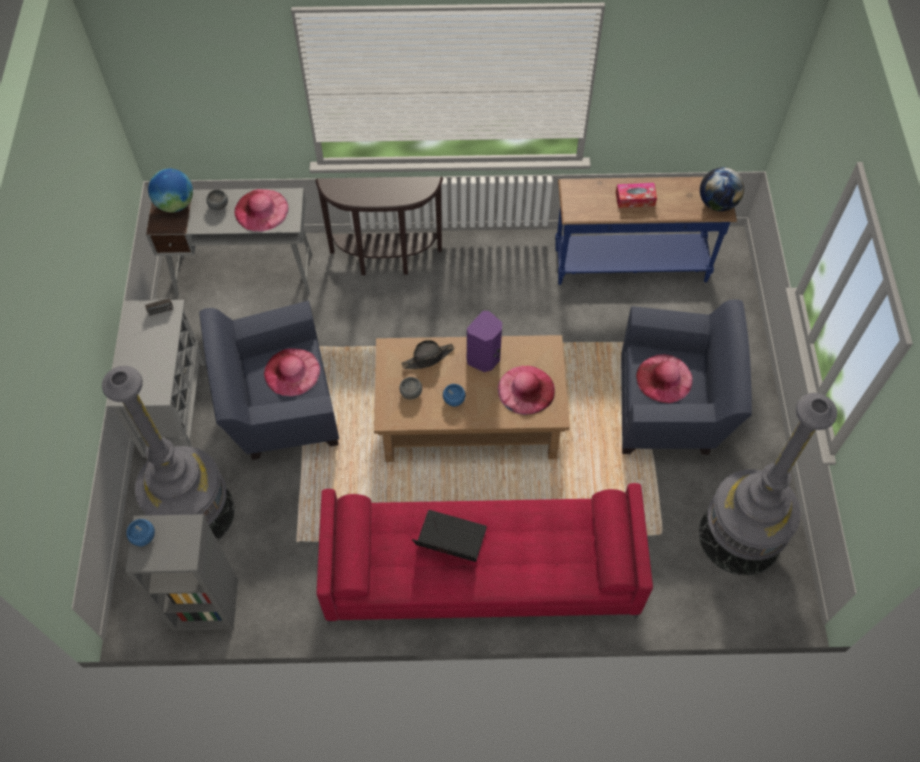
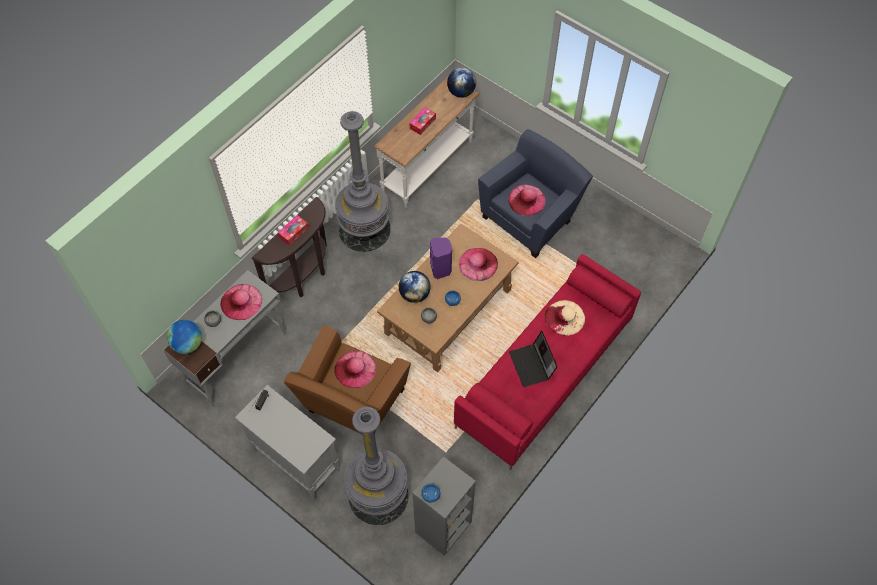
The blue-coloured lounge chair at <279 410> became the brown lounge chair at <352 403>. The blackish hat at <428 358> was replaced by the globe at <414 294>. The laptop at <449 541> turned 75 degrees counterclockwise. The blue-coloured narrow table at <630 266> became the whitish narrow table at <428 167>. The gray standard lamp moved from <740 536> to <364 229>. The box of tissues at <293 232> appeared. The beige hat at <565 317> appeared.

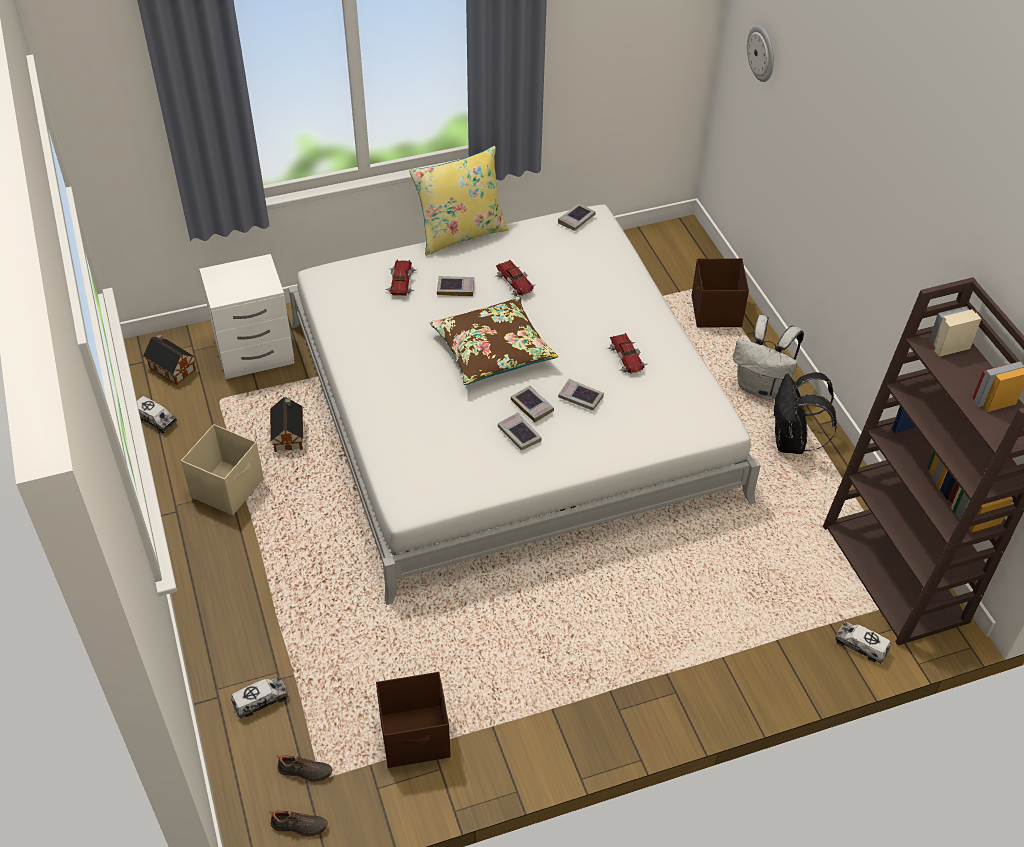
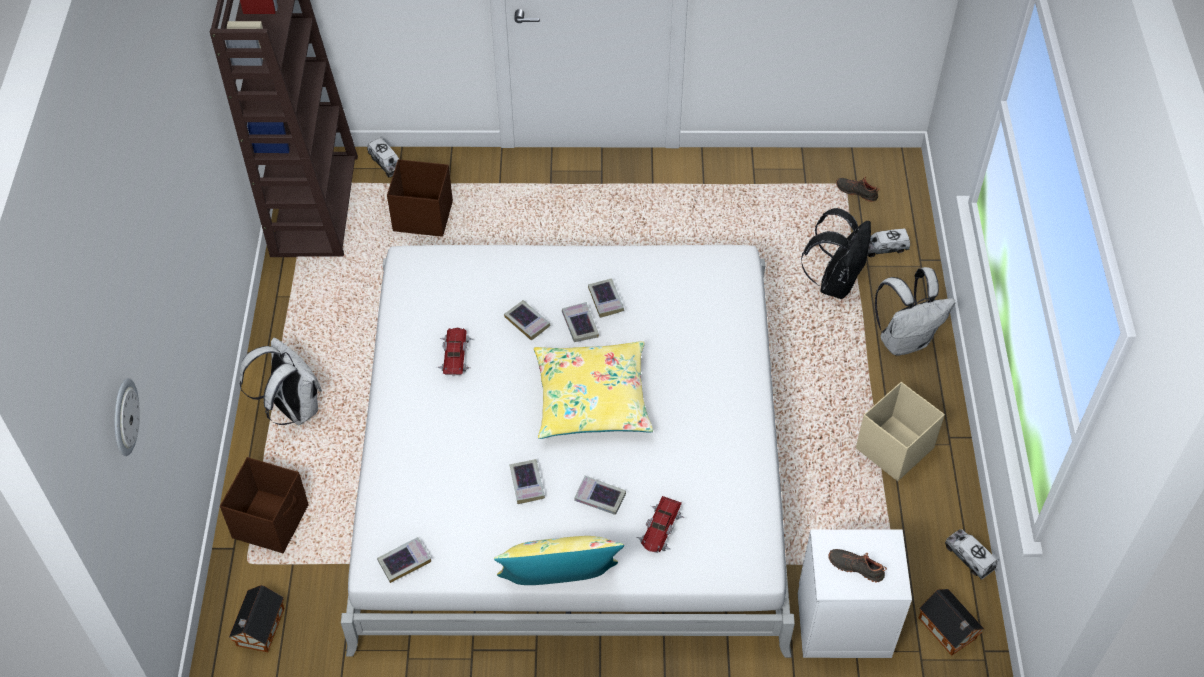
The blackish low shoe moved from <299 827> to <856 566>. The miniature house moved from <289 434> to <259 629>. The brown storage bin moved from <416 737> to <422 216>. The brown pillow at <492 350> became the yellow pillow at <592 399>. The model car at <515 282> was replaced by the volume at <527 483>. The blackish knapsack moved from <792 442> to <835 282>. The whitish knapsack at <905 340> appeared.

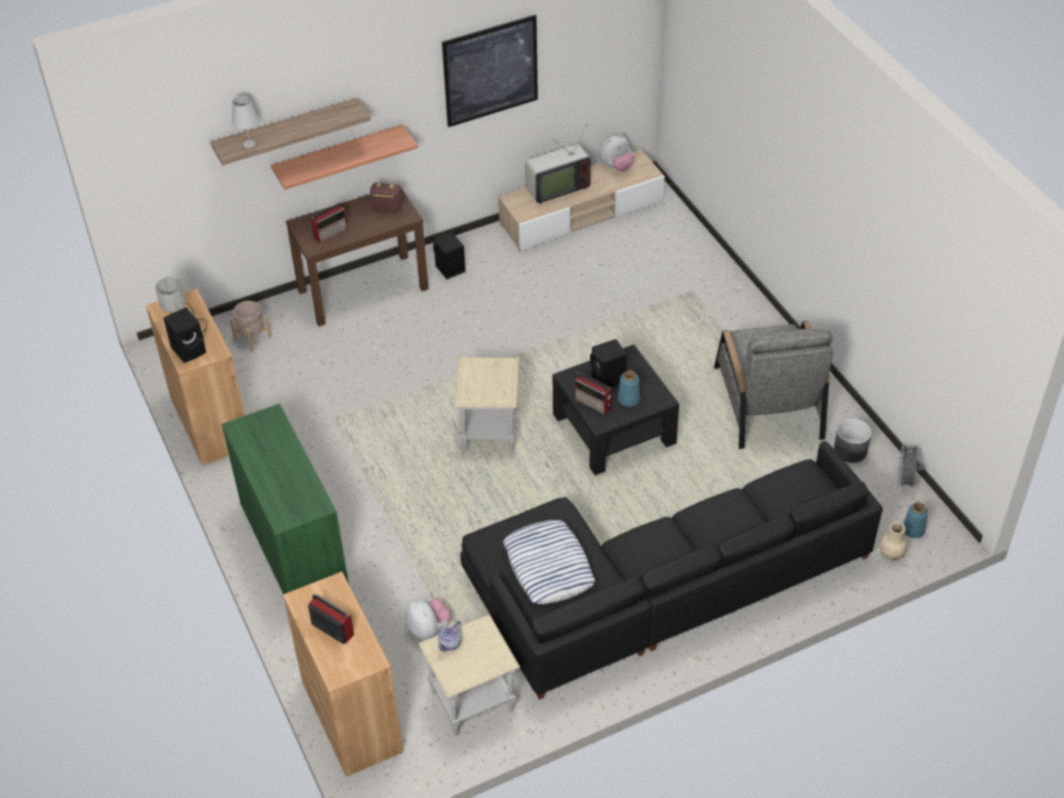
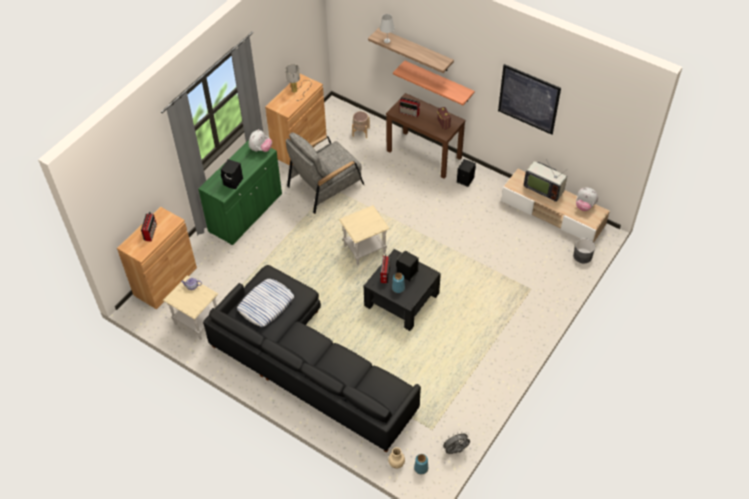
The blackish loudspeaker moved from <190 349> to <233 182>. The cuddly toy moved from <428 628> to <260 149>. The gray lounge chair moved from <767 402> to <325 185>. The gray planter moved from <850 450> to <582 256>.

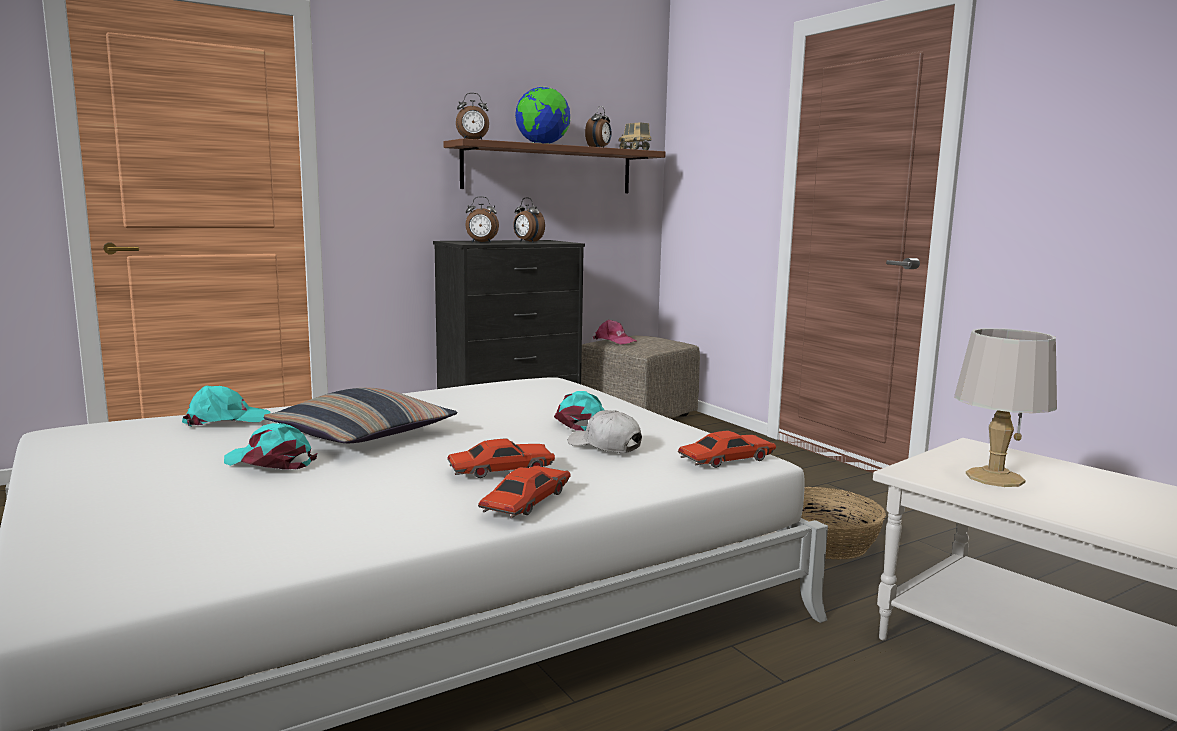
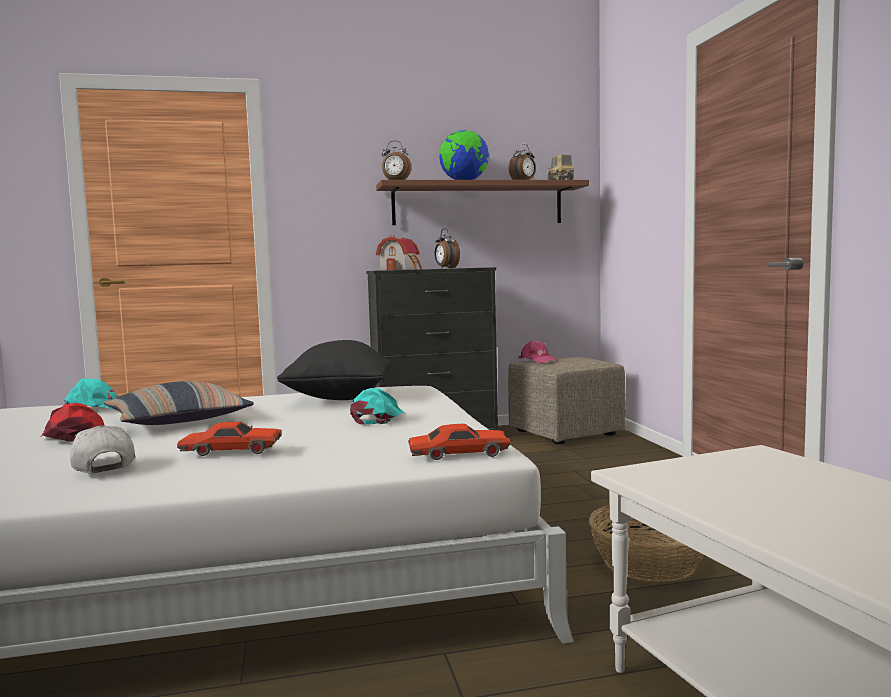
The turquoise cap at <270 462> became the red cap at <73 436>. The bedside clock at <481 242> was replaced by the miniature house at <401 269>. The red model car at <526 502> disappeared. The whitish cap moved from <605 446> to <102 465>. The gray table lamp at <994 477> disappeared. The blackish pillow at <338 398> appeared.

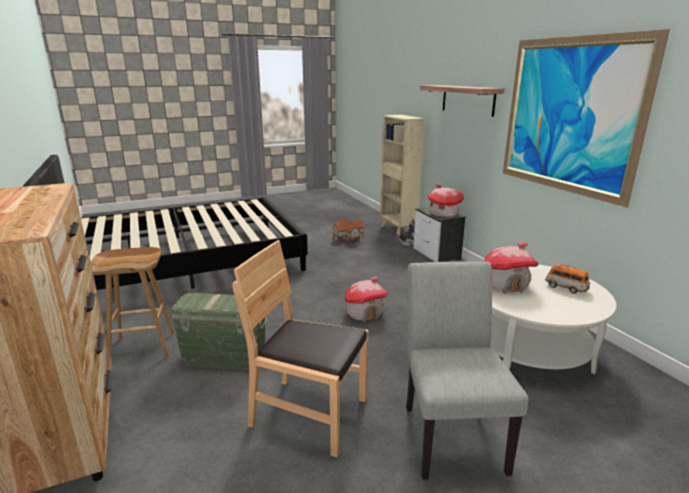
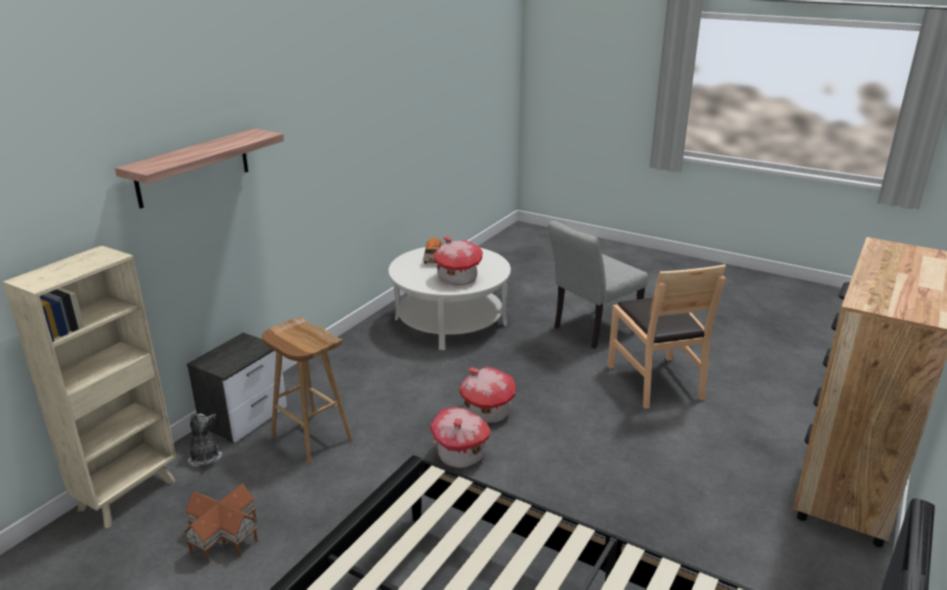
The brown sitting stool moved from <144 347> to <310 438>. The green-coloured storage bin at <224 358> disappeared. The miniature house moved from <443 214> to <461 454>. The wall picture at <569 116> disappeared.

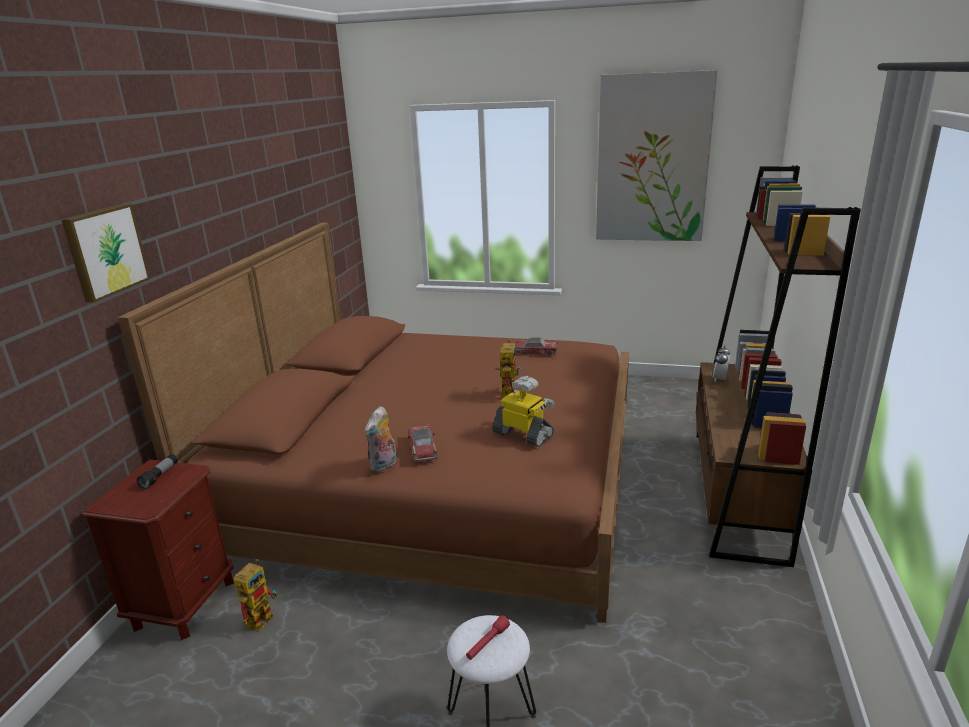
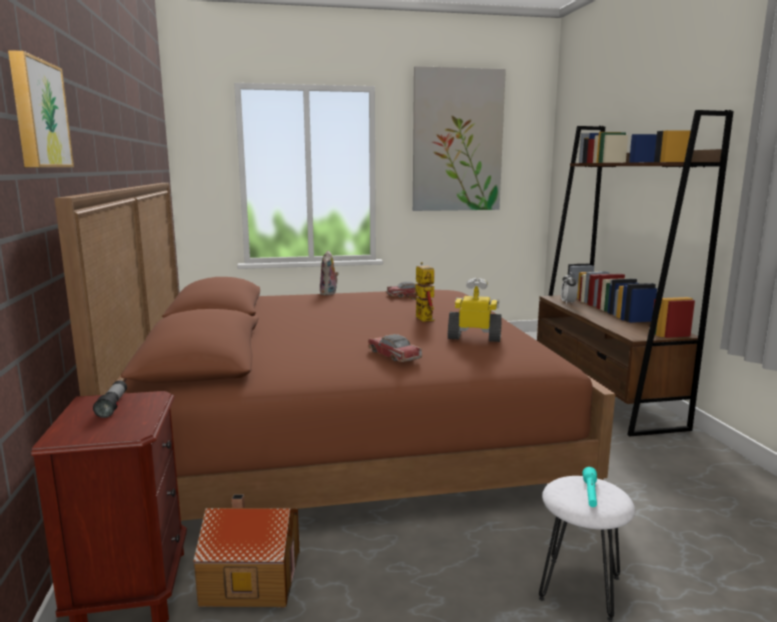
The toy robot at <262 616> was replaced by the miniature house at <250 575>. The cuddly toy moved from <384 465> to <329 294>. The red hand torch at <487 643> became the turquoise hand torch at <590 494>.

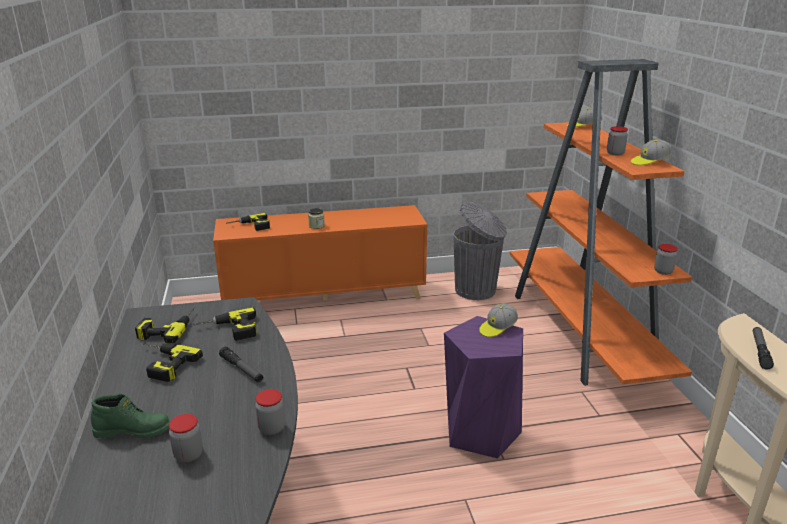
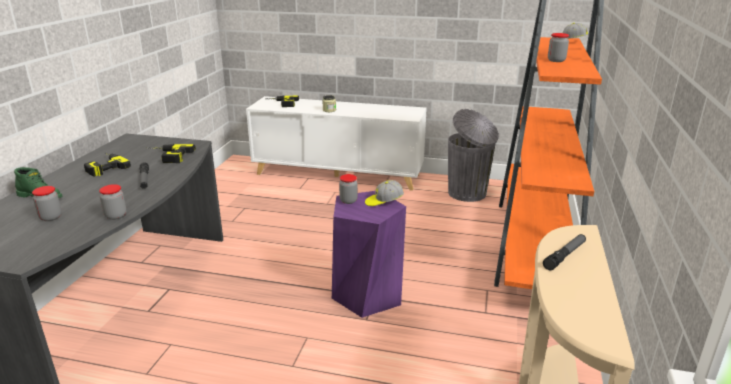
The electric drill at <167 327> disappeared. The orange cabinet at <325 296> became the whitish cabinet at <338 174>. The cap at <649 162> disappeared. The preserve jar moved from <663 271> to <348 201>.

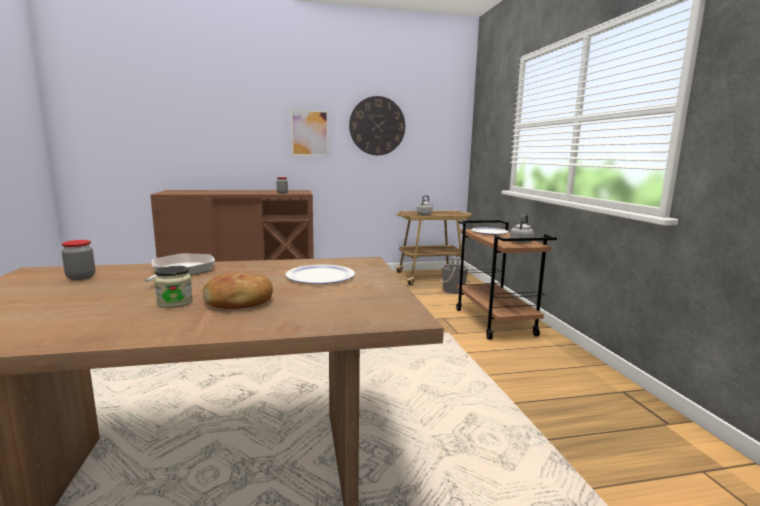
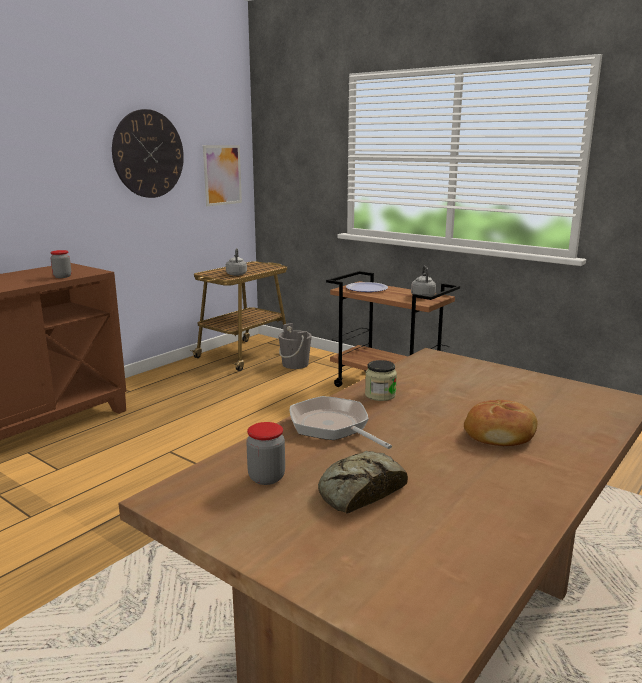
The preserve jar moved from <175 302> to <380 395>. The dinner plate at <320 276> disappeared. The wall picture moved from <309 133> to <222 175>. The bread at <359 491> appeared.

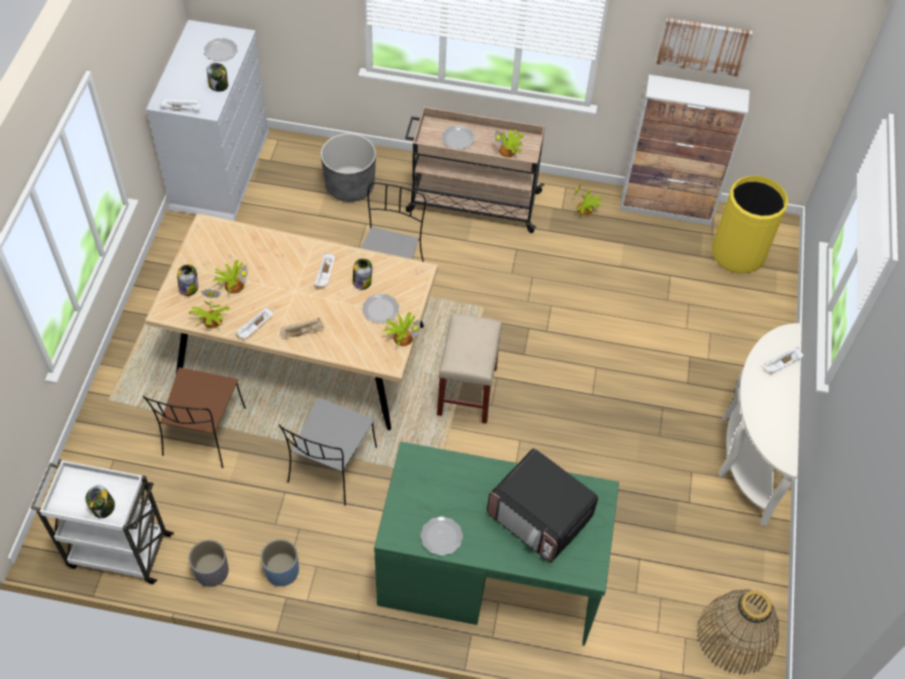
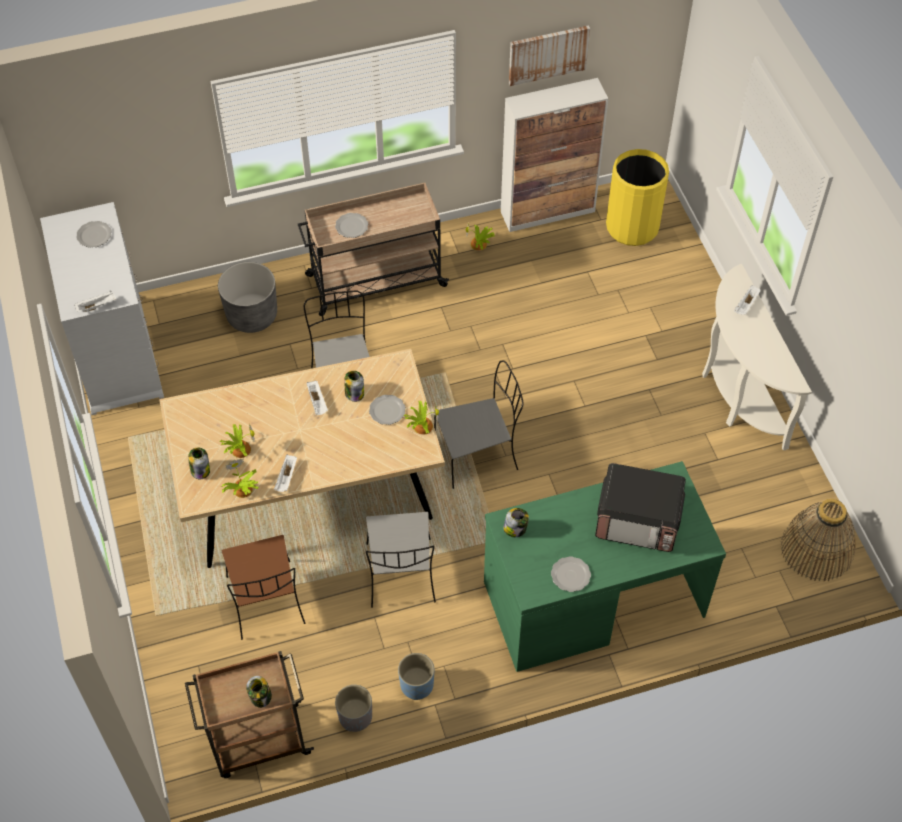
The whitish trolley at <118 550> became the brown trolley at <258 741>. The preserve jar moved from <219 85> to <515 528>. The beige tray at <303 332> disappeared. The beige sitting stool at <467 392> was replaced by the gray plain chair at <478 454>. The houseplant at <508 151> disappeared.

